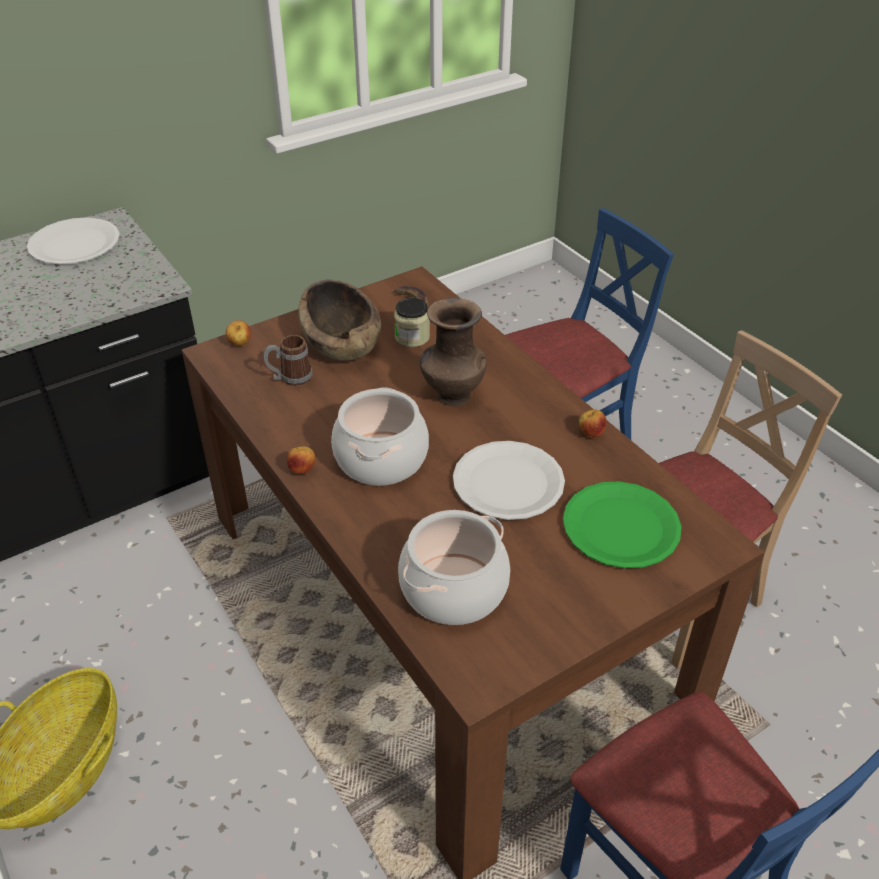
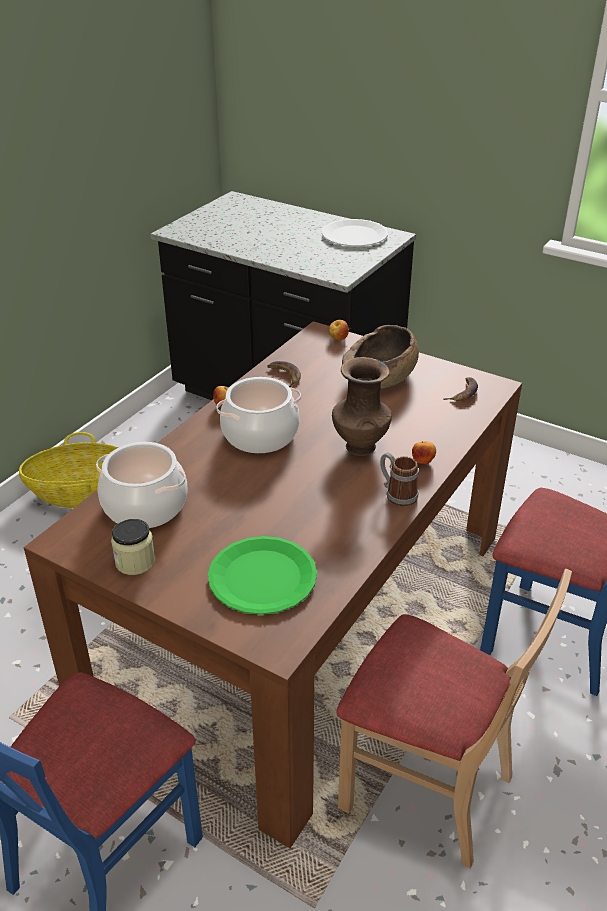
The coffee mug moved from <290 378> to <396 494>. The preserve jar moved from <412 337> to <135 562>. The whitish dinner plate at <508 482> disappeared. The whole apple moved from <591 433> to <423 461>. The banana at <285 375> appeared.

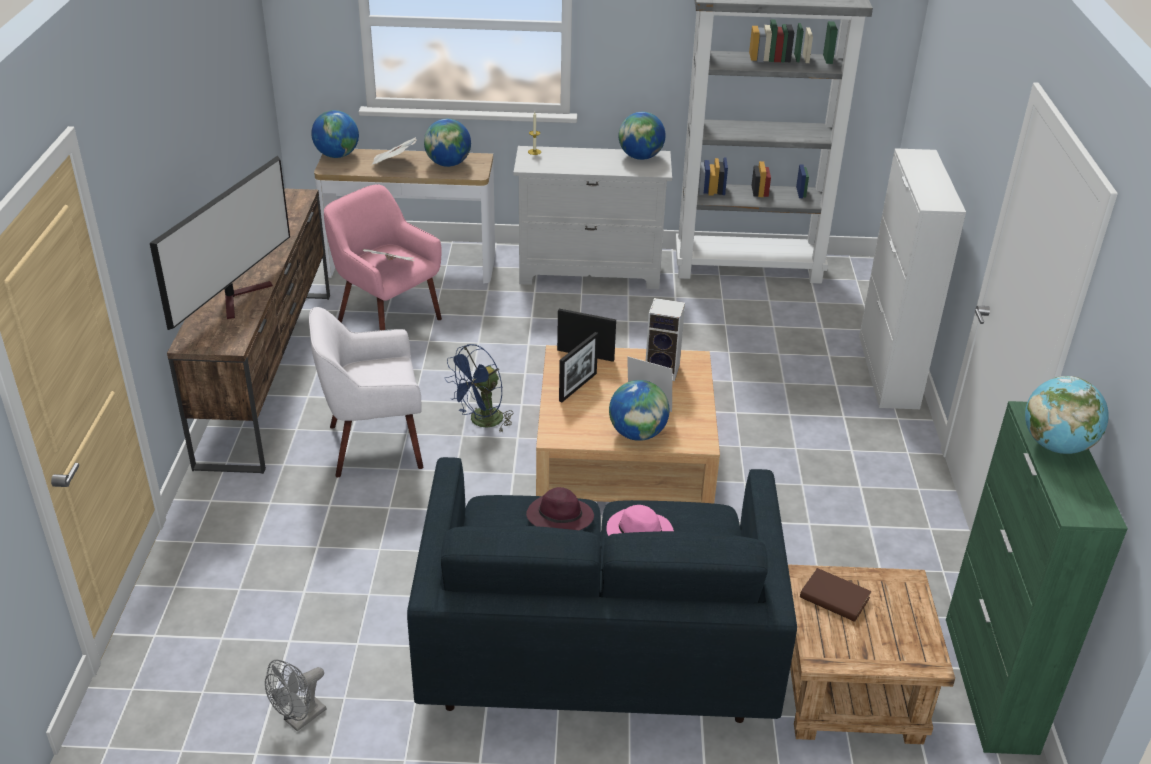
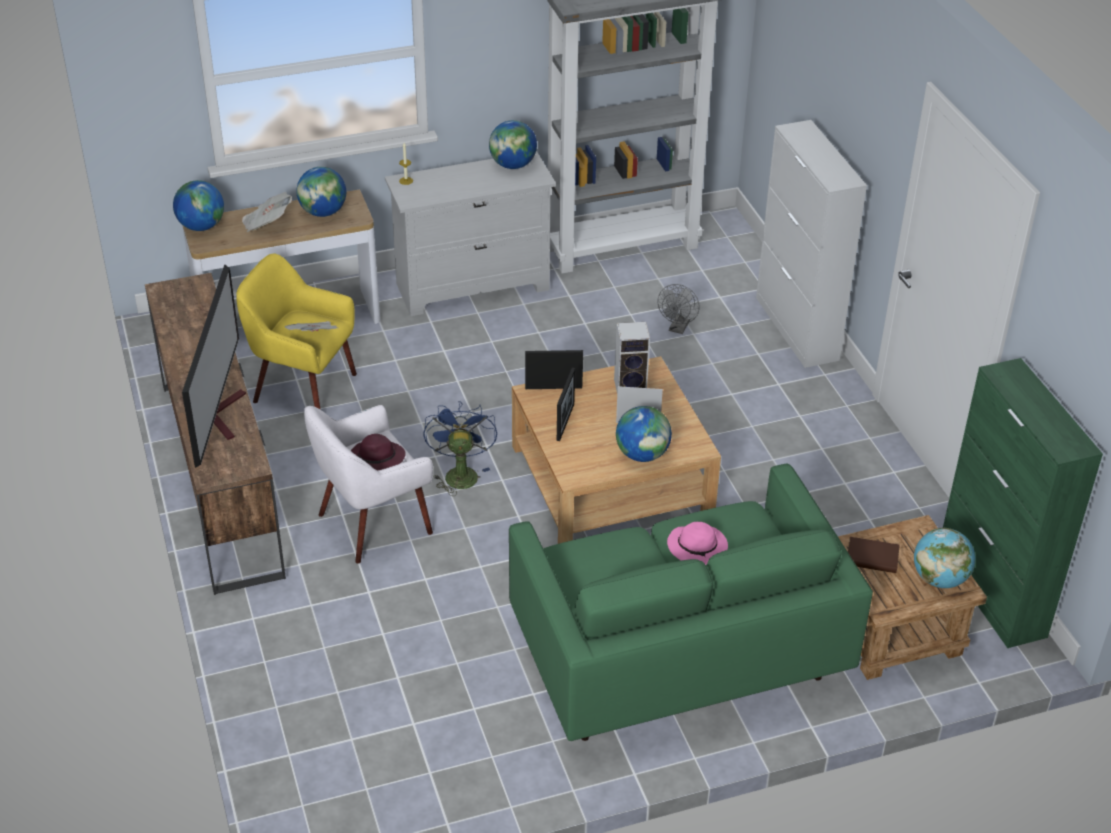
The gray cooling fan moved from <300 719> to <678 328>. The pink-coloured lounge chair at <387 320> became the yellow lounge chair at <303 388>. The blue-coloured sofa at <597 647> became the green-coloured sofa at <677 652>. The blue-coloured cooling fan at <481 422> turned 150 degrees clockwise. The purplish hat moved from <558 518> to <376 459>. The globe moved from <1056 445> to <939 579>.

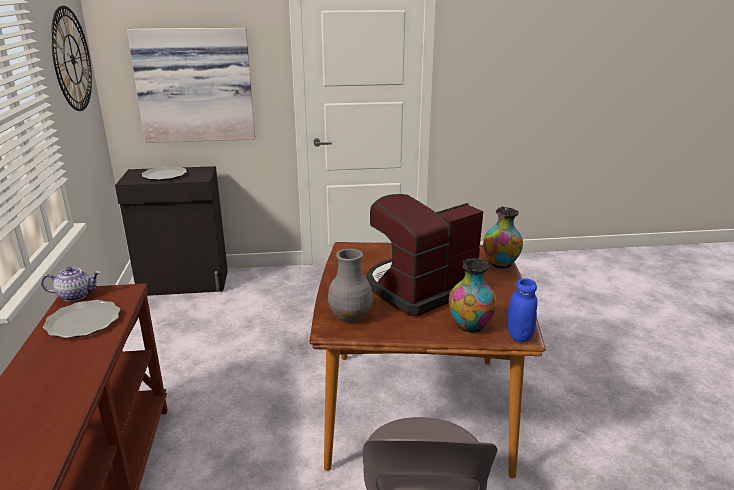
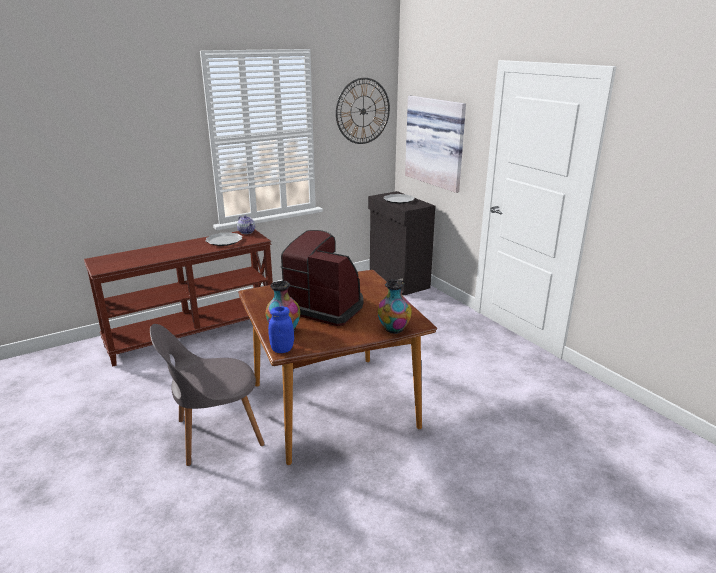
The gray decorative vase at <351 316> disappeared.

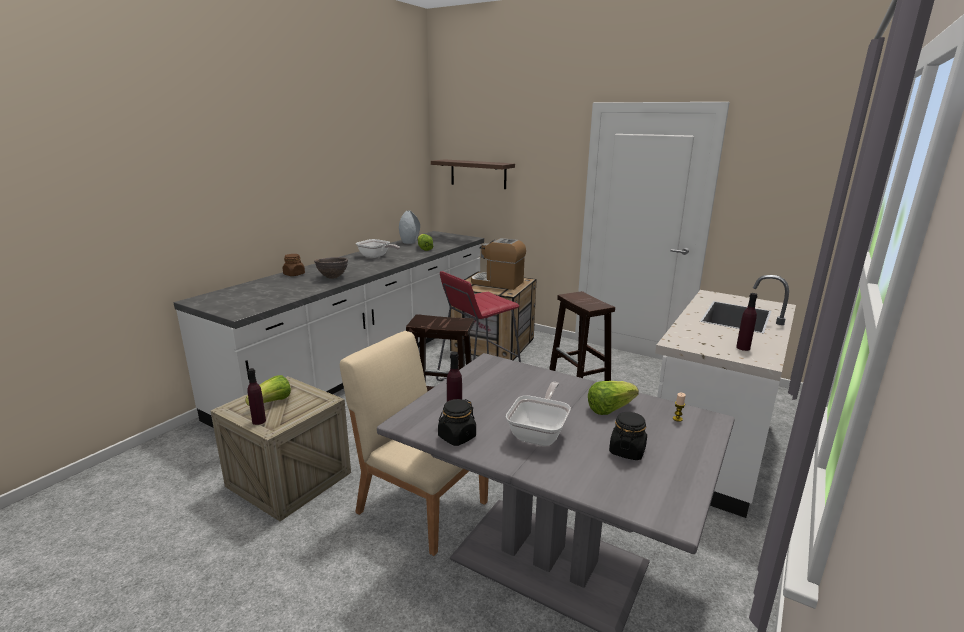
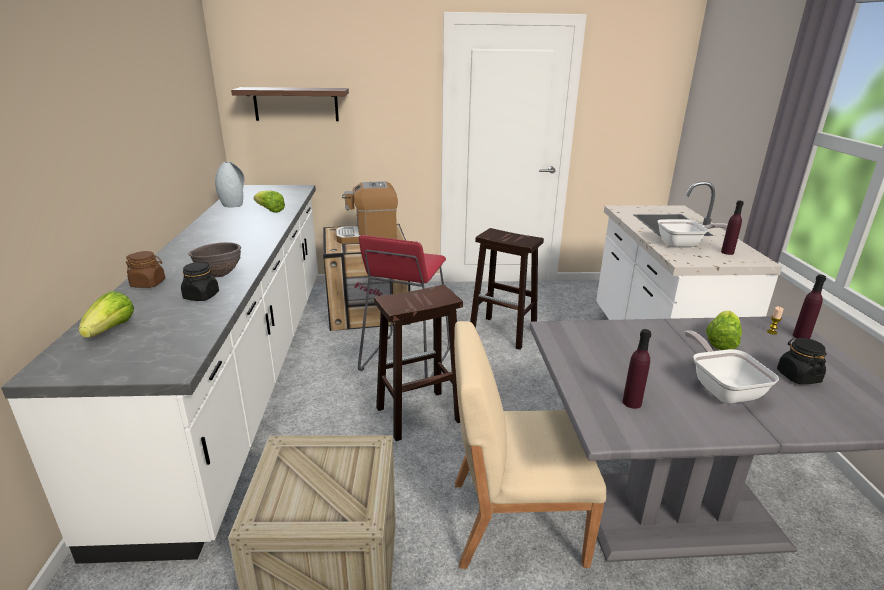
The head of lettuce moved from <272 402> to <111 330>. The purplish drink bottle moved from <259 421> to <801 337>. The frying pan moved from <376 256> to <683 244>. The blackish preserve jar moved from <457 437> to <201 296>.

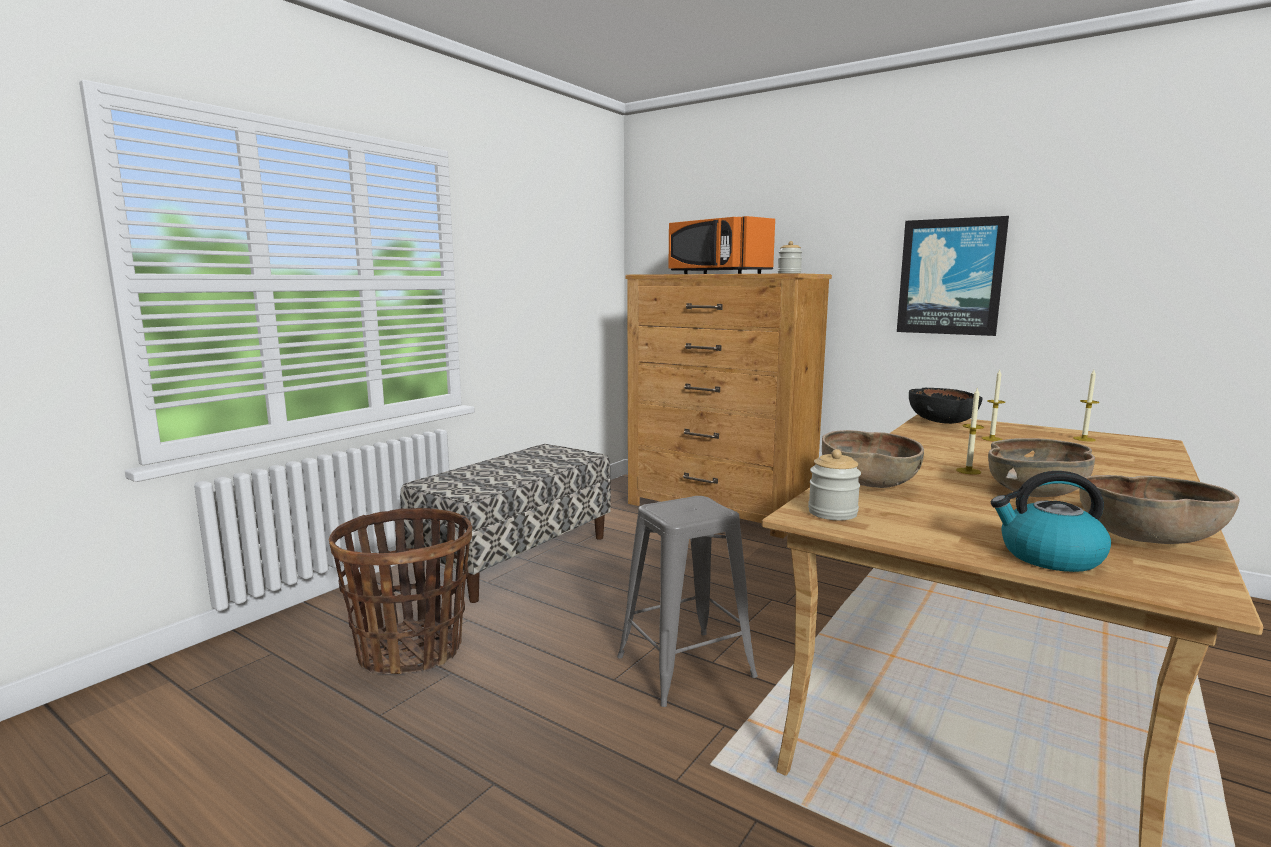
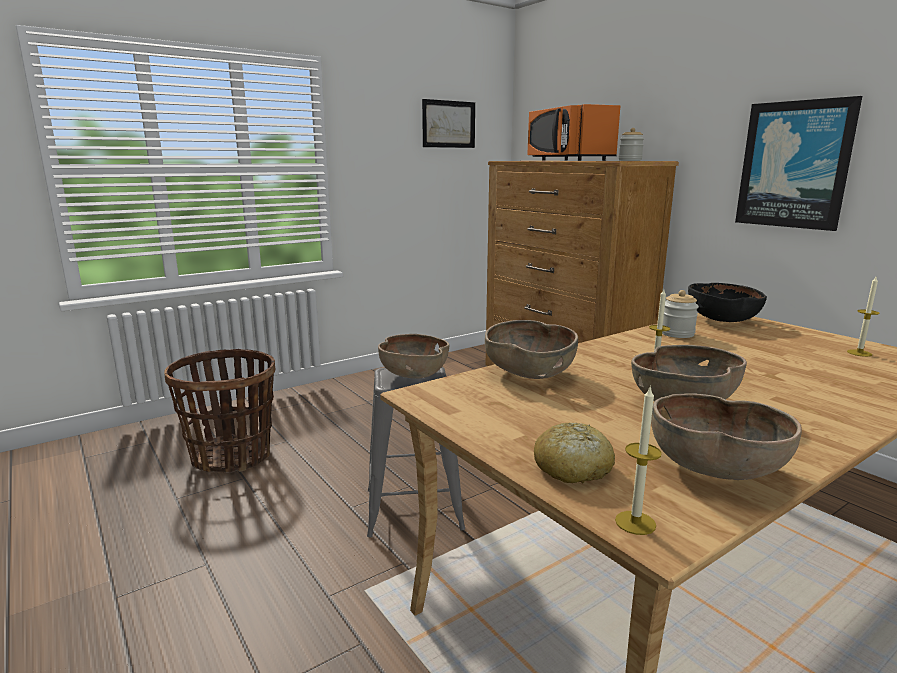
The long seat at <516 557> disappeared. The preserve jar moved from <832 513> to <677 333>. The candle moved from <991 439> to <635 523>. The water kettle at <1049 557> was replaced by the bread at <572 468>. The brown serving bowl at <413 375> appeared. The wall picture at <448 124> appeared.

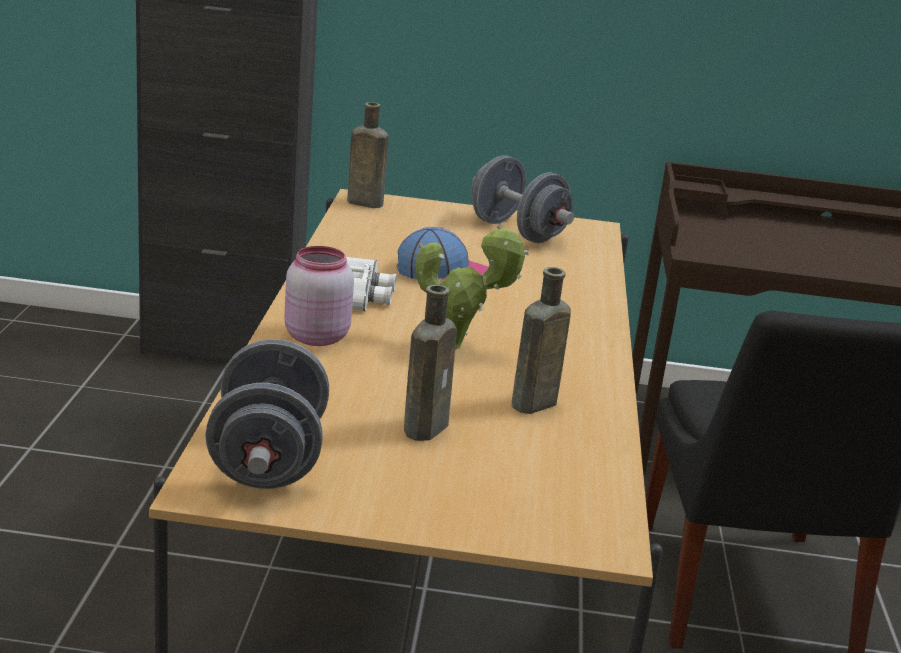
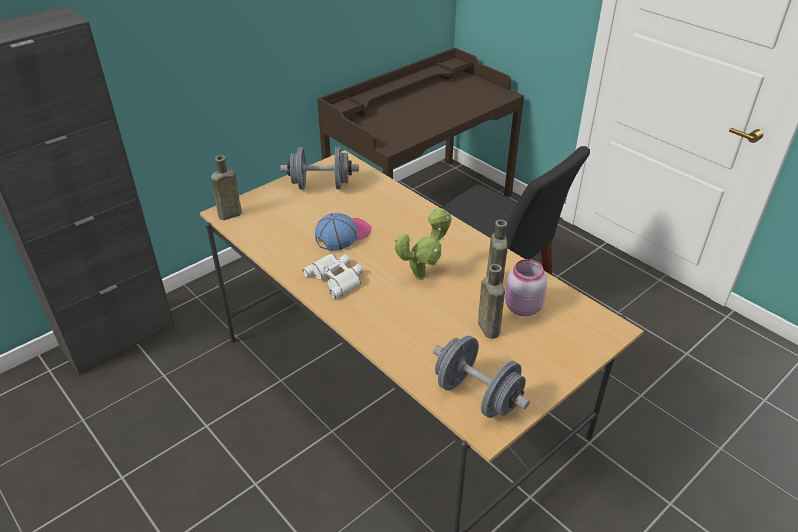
The pink-coloured preserve jar moved from <314 336> to <522 308>.

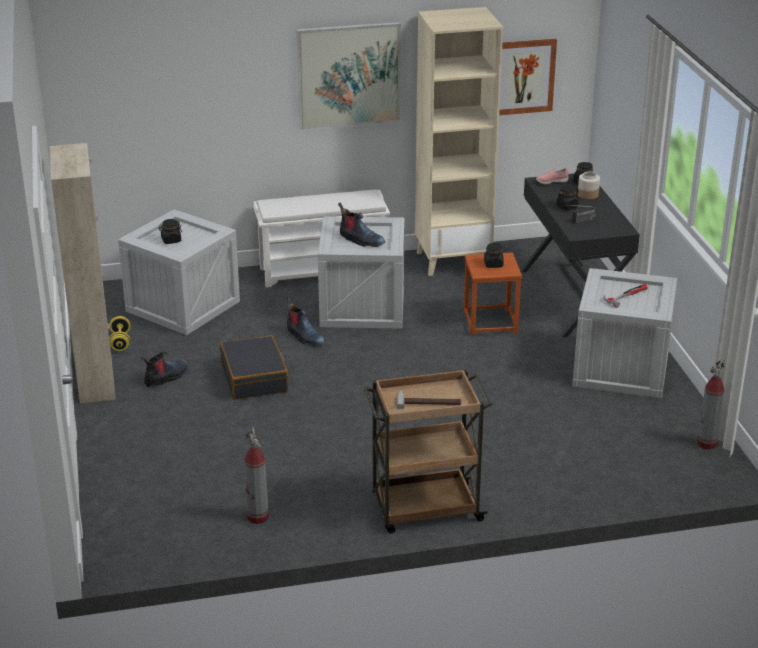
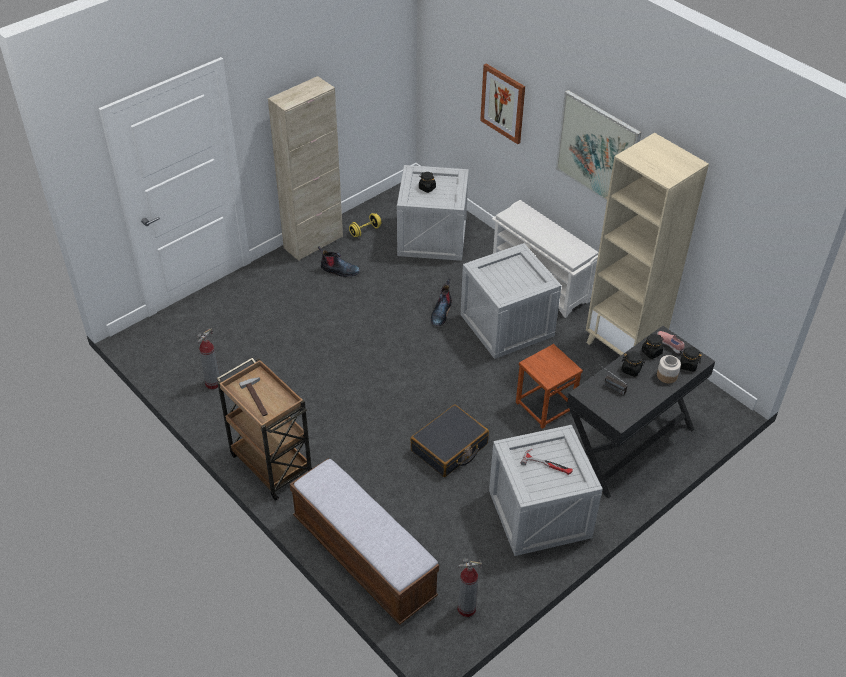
The blackish suitcase moved from <255 378> to <449 448>. The boot at <360 240> disappeared. The blackish preserve jar moved from <493 264> to <651 352>. The wall picture moved from <523 76> to <503 103>. The long seat at <363 557> appeared.

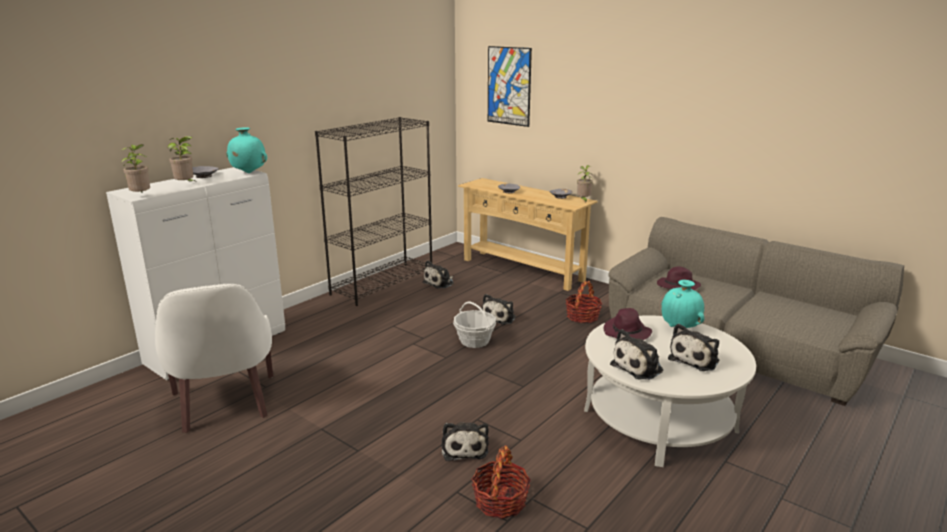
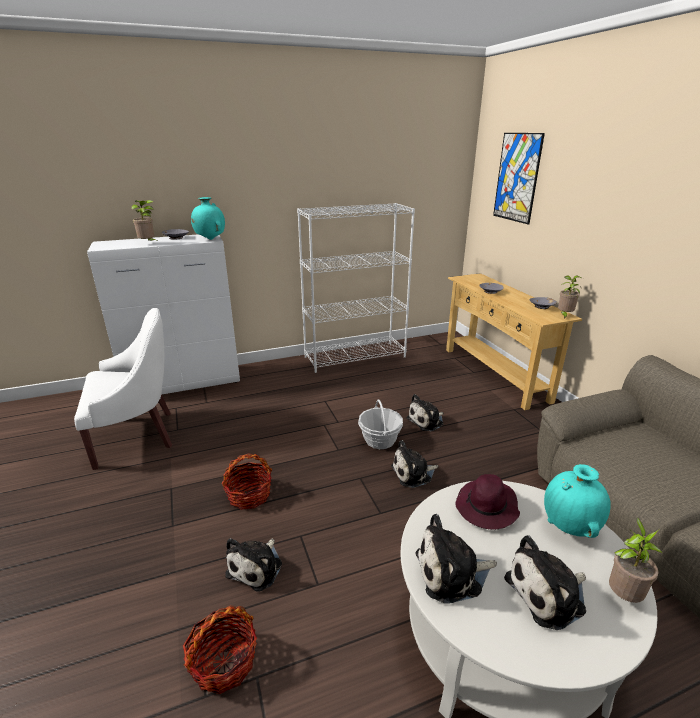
The houseplant moved from <141 196> to <622 595>. The whitish lounge chair at <224 404> turned 120 degrees counterclockwise. The blackish bookshelf at <383 283> became the whitish bookshelf at <355 357>. The cuddly toy moved from <440 283> to <413 473>. The basket moved from <582 317> to <249 495>. The purplish hat at <677 287> disappeared.

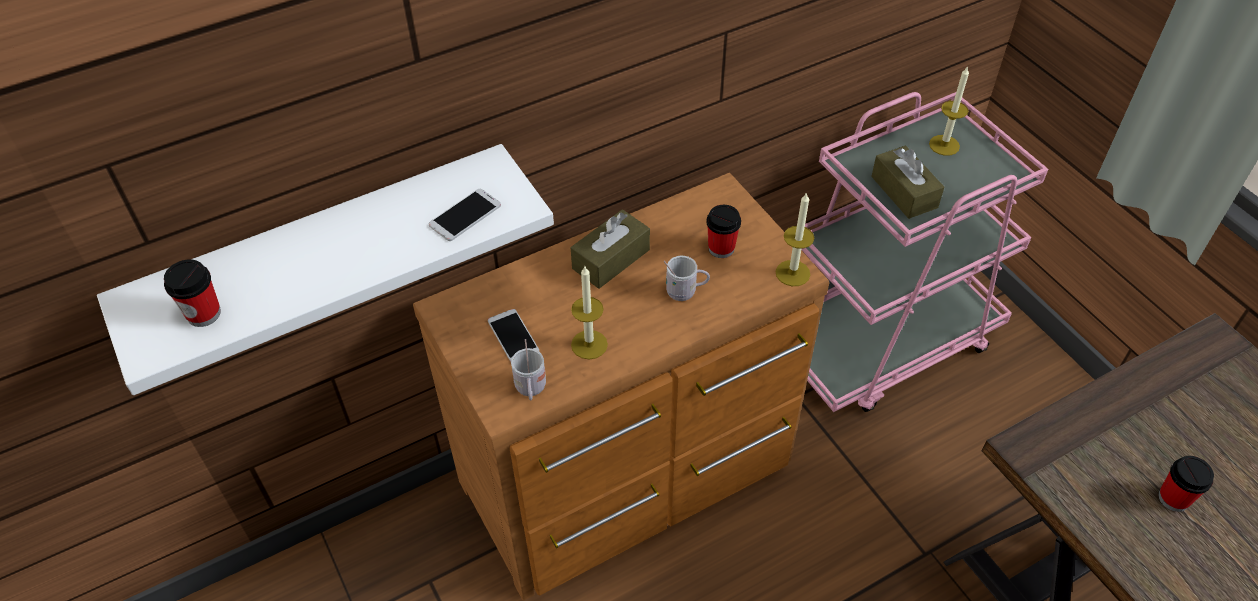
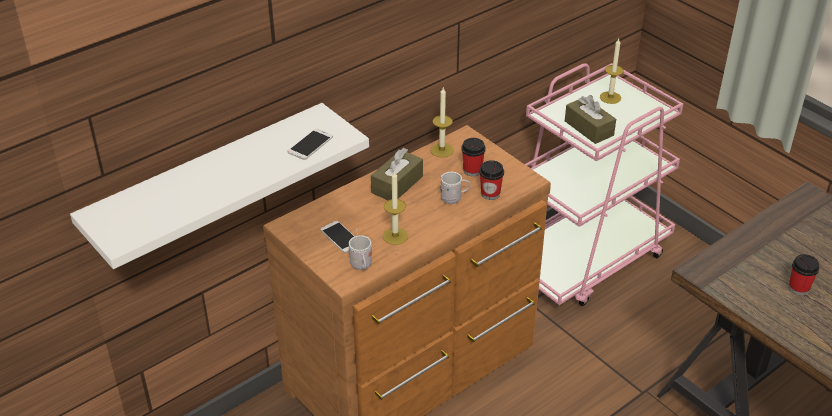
The small cup moved from <203 314> to <490 194>. The candle moved from <792 273> to <442 150>.

